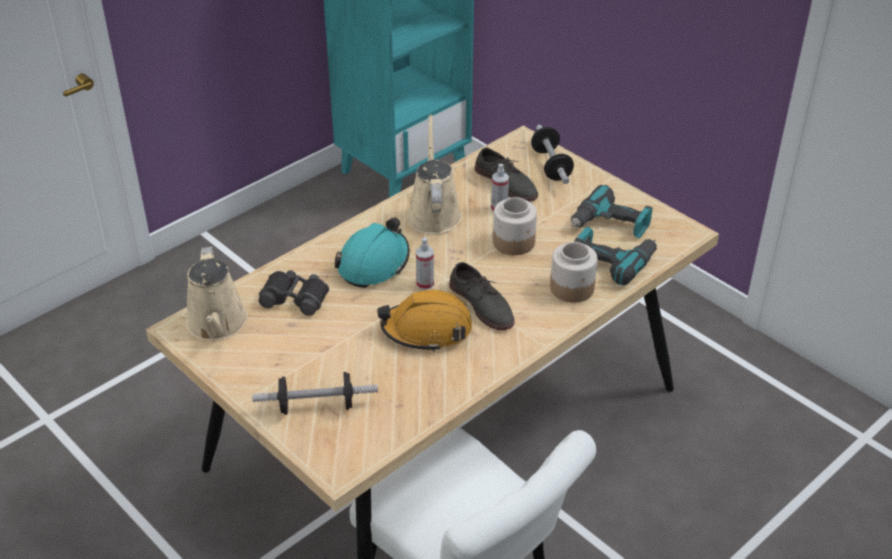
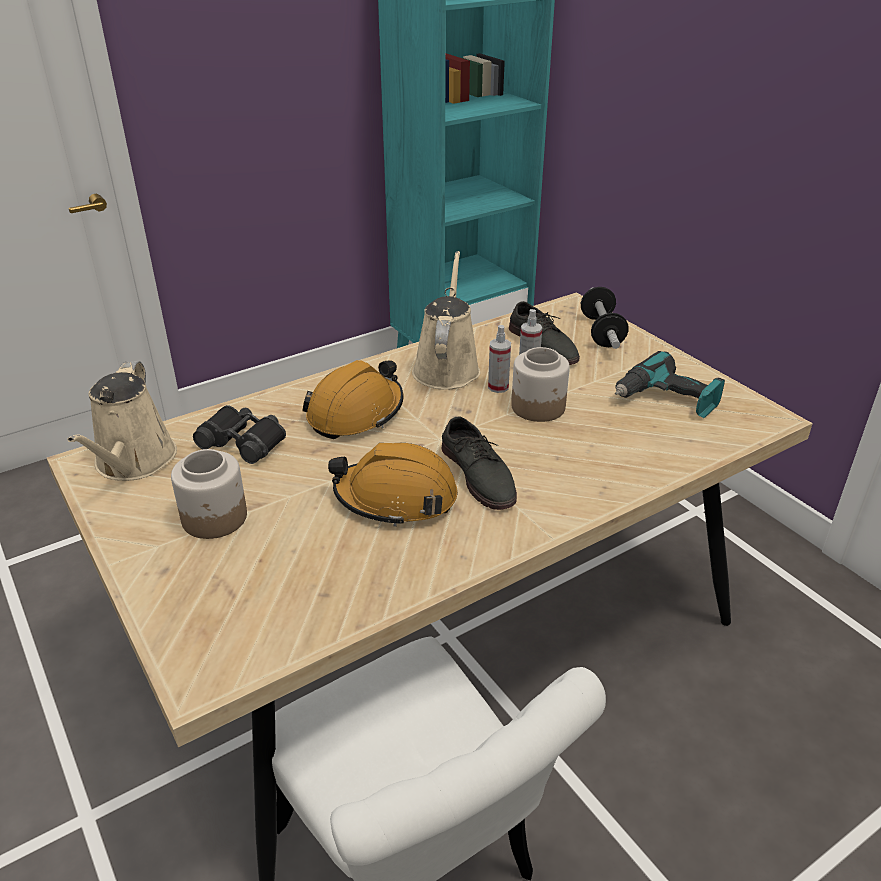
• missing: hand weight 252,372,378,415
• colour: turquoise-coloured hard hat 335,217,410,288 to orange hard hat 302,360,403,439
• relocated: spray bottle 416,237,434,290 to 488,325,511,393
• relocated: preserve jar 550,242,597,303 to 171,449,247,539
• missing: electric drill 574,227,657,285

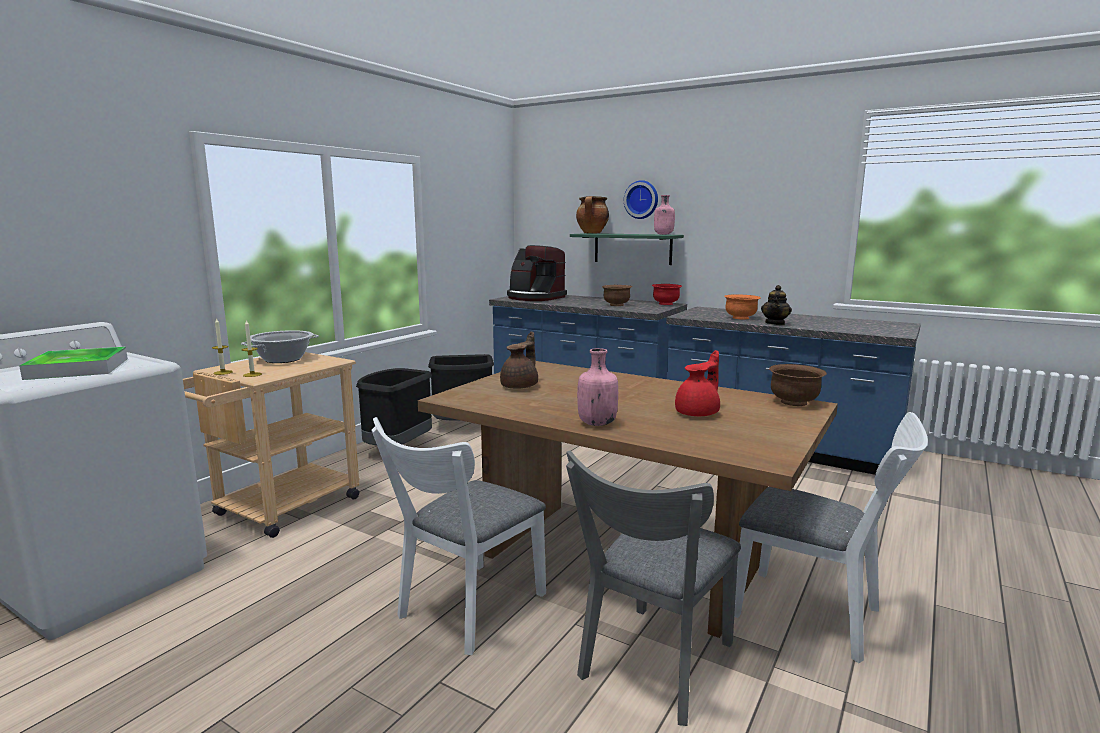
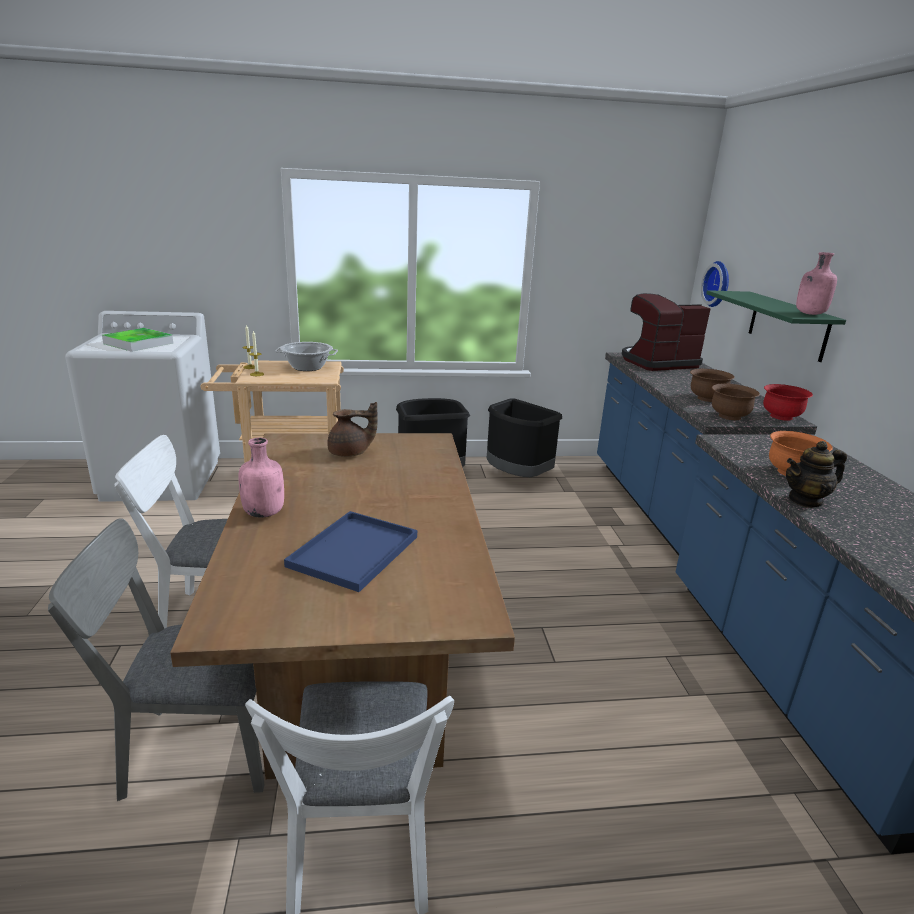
• spun: coffee machine 507,245,567,301 = 622,293,711,371 75 degrees clockwise
• missing: cooking pot 576,196,609,234
• relocated: wall clock 624,180,658,219 to 701,261,729,307
• exchanged: reddish teapot 675,350,720,416 to blue serving tray 284,511,417,592
• relocated: brown-coloured serving bowl 769,364,827,406 to 712,383,760,420

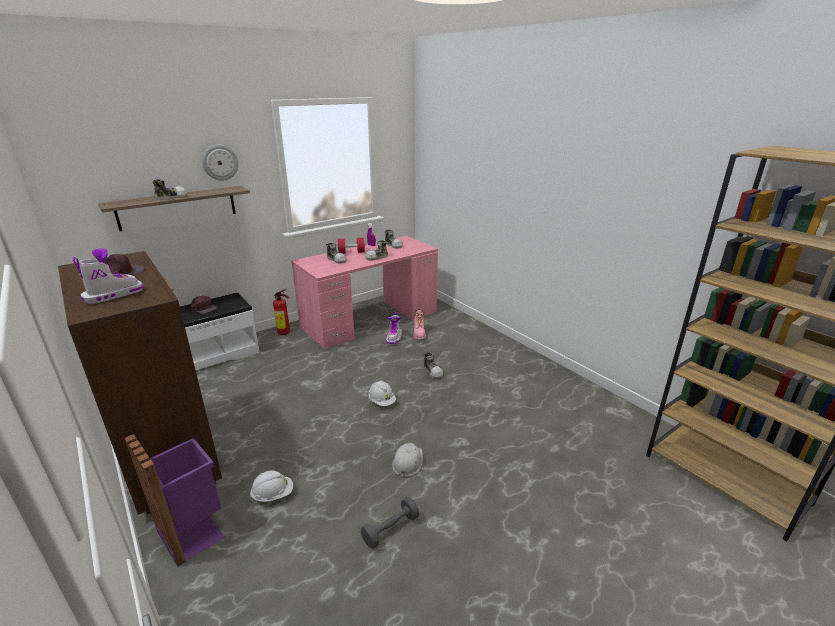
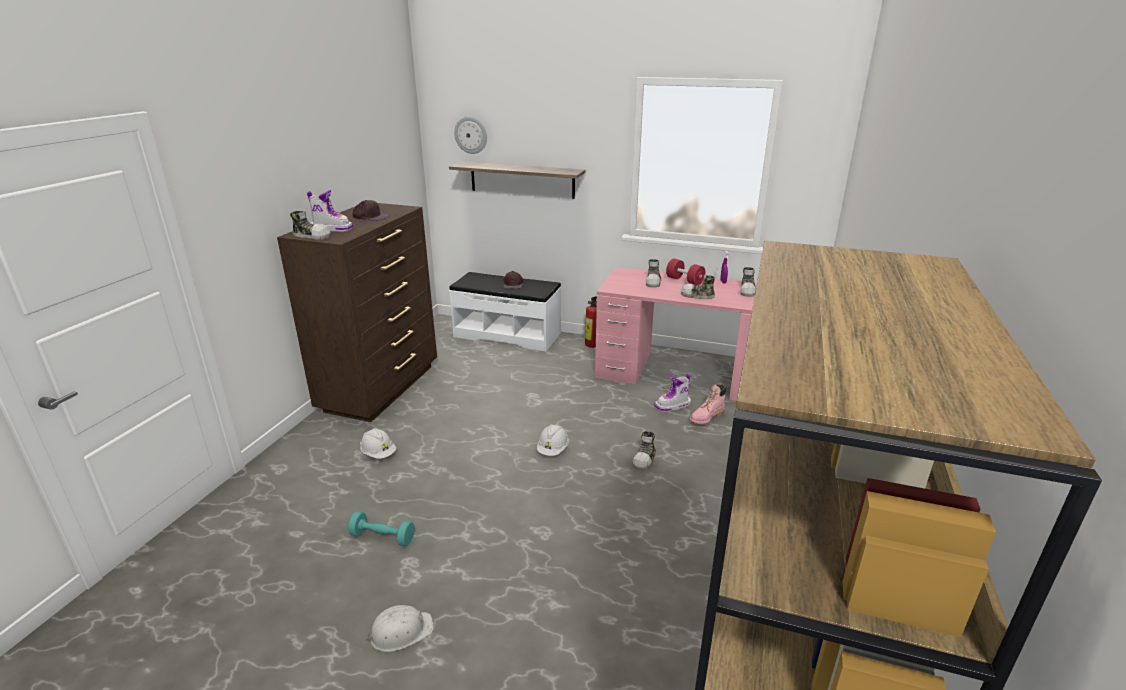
• missing: purplish trash can 125,434,225,567
• relocated: shoe 153,179,187,200 to 290,211,330,240
• relocated: wall clock 202,145,239,181 to 454,116,487,154
• colour: greyish hand weight 361,497,419,549 to turquoise-coloured hand weight 348,511,415,546
• relocated: whitish hard hat 392,442,423,478 to 365,605,434,652

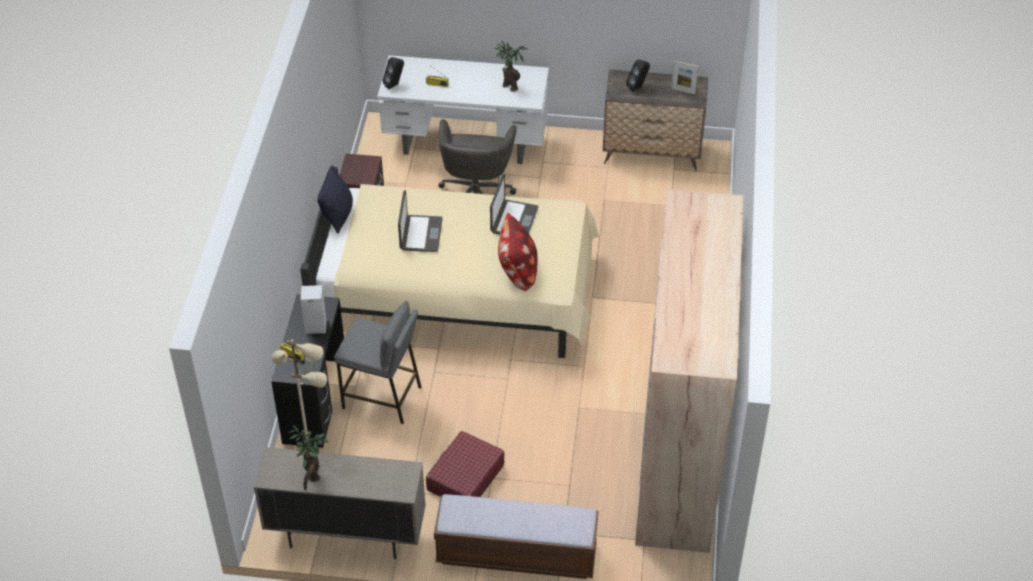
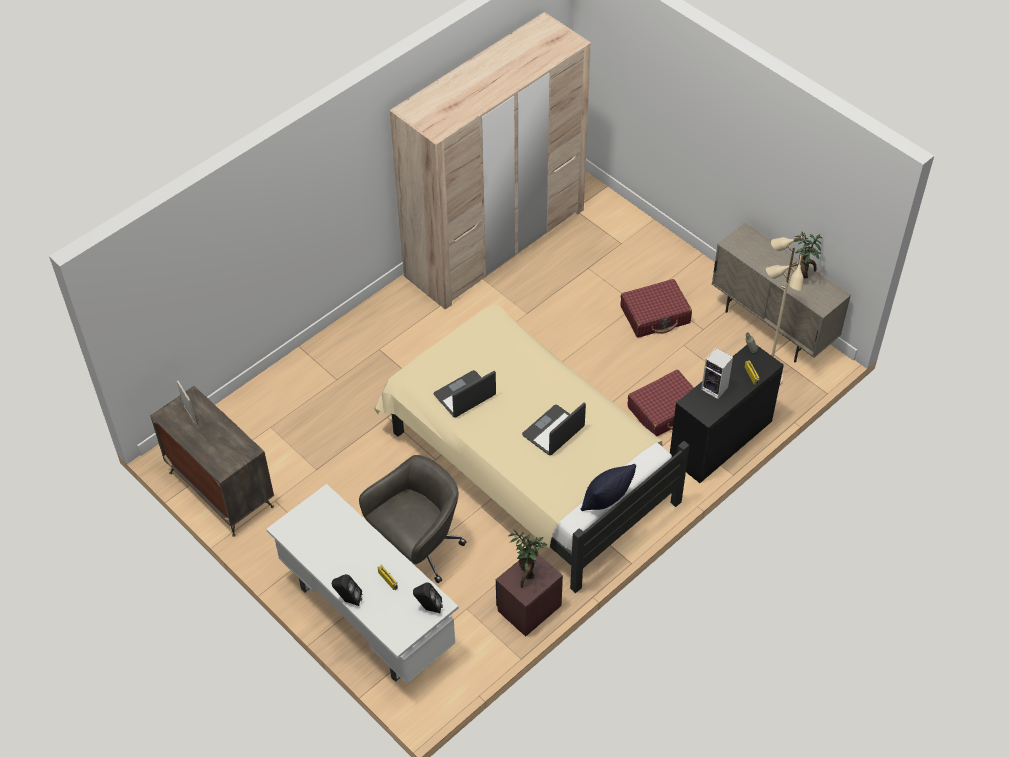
• exchanged: greyish sitting stool 334,301,421,424 to reddish piece of luggage 628,370,694,436
• missing: long seat 434,494,599,579
• relocated: houseplant 494,40,527,92 to 508,529,547,588
• missing: pillow 498,213,538,292
• relocated: black-coloured speaker 626,59,650,92 to 332,574,362,606

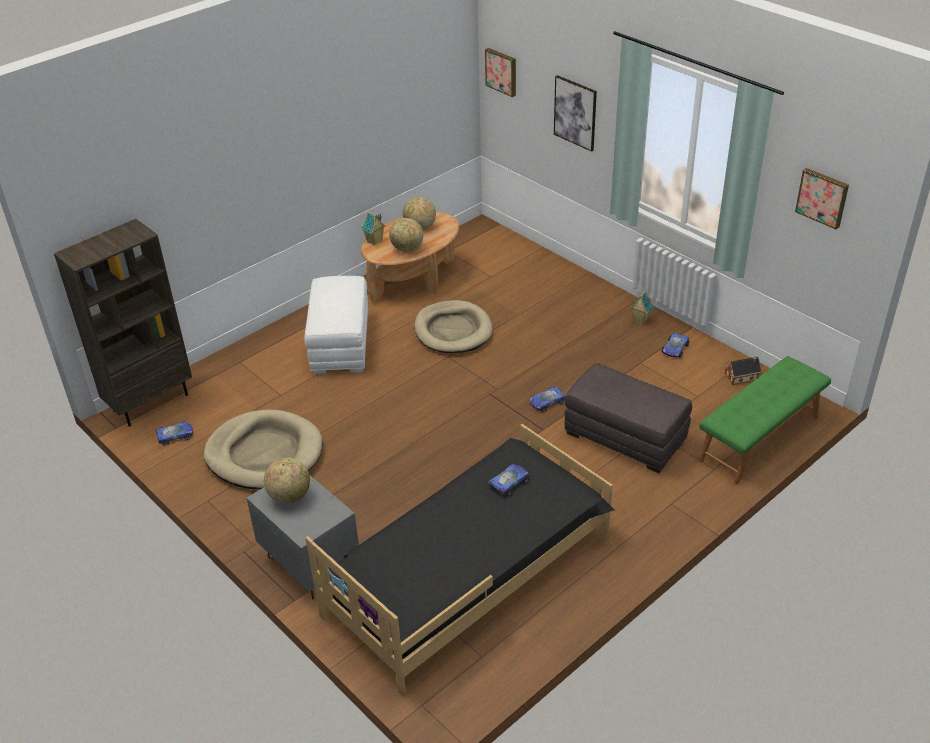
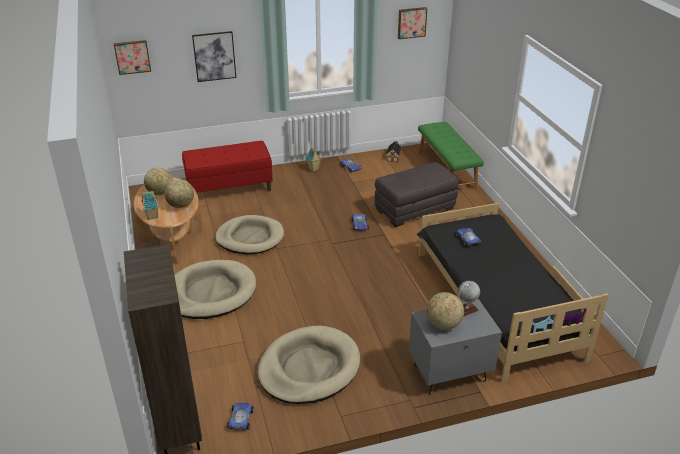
• exchanged: whitish pouffe 304,276,368,374 to beige-coloured dog bed 174,260,256,319
• appeared: reddish long seat 182,141,273,193
• appeared: desk globe 458,280,480,317

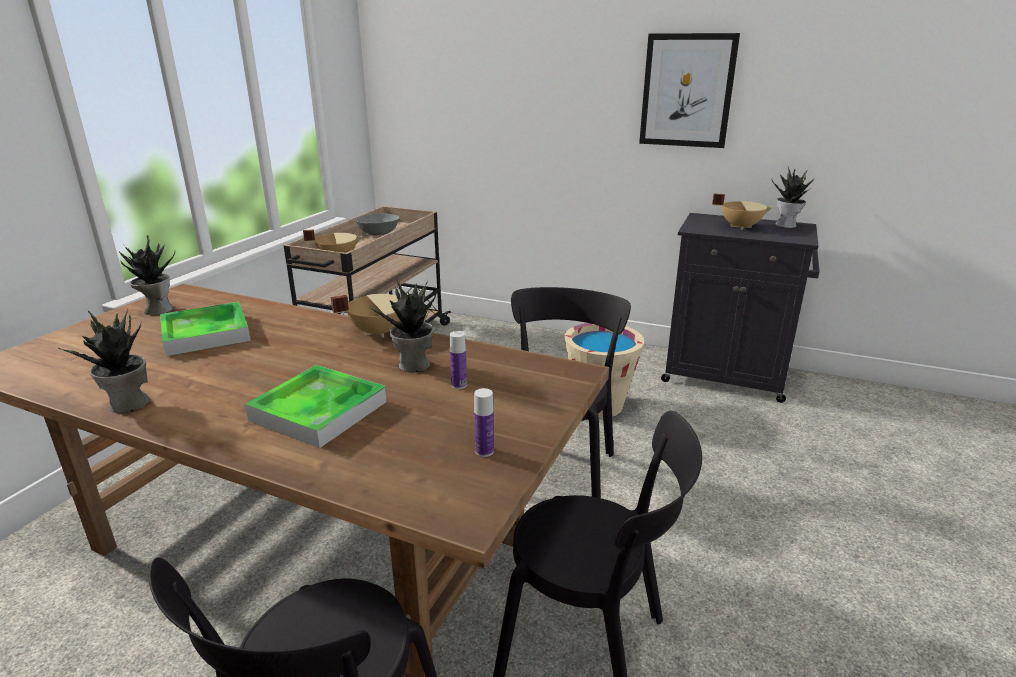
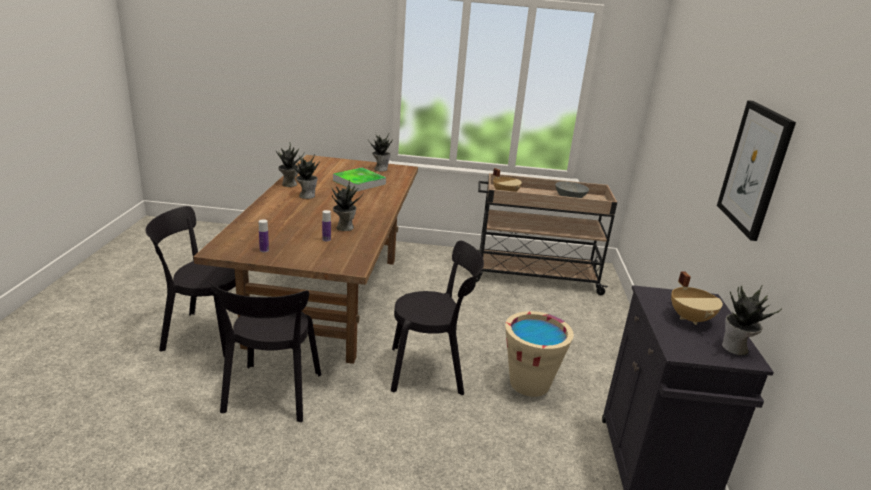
• missing: serving tray 245,365,387,448
• missing: beige-coloured cooking pot 331,294,401,337
• appeared: houseplant 289,154,320,199

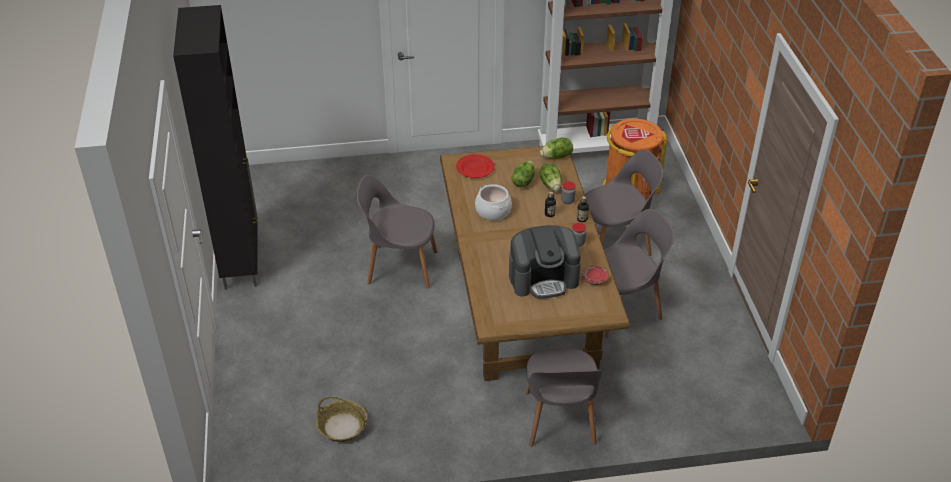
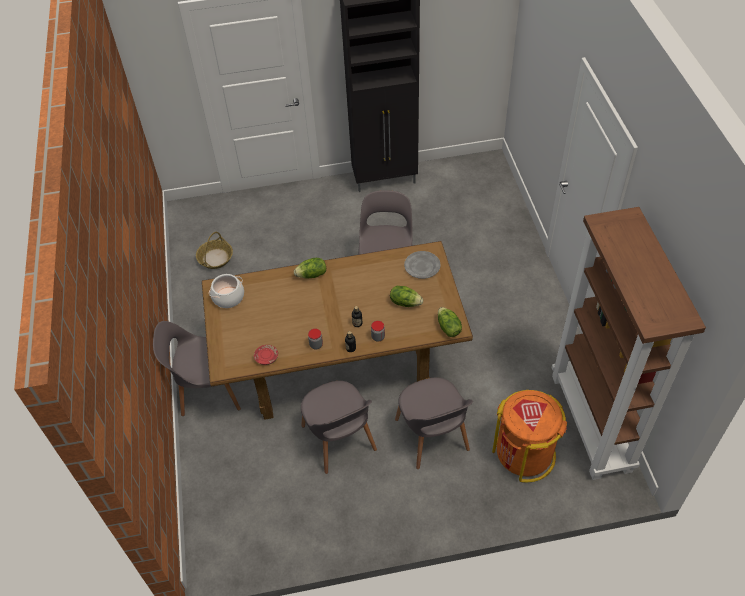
• colour: reddish flat dish 456,154,494,178 to greyish flat dish 404,251,441,279
• relocated: cooking pot 475,184,512,221 to 209,274,244,308
• missing: coffee machine 509,225,581,299
• relocated: head of lettuce 540,163,562,191 to 294,258,326,278

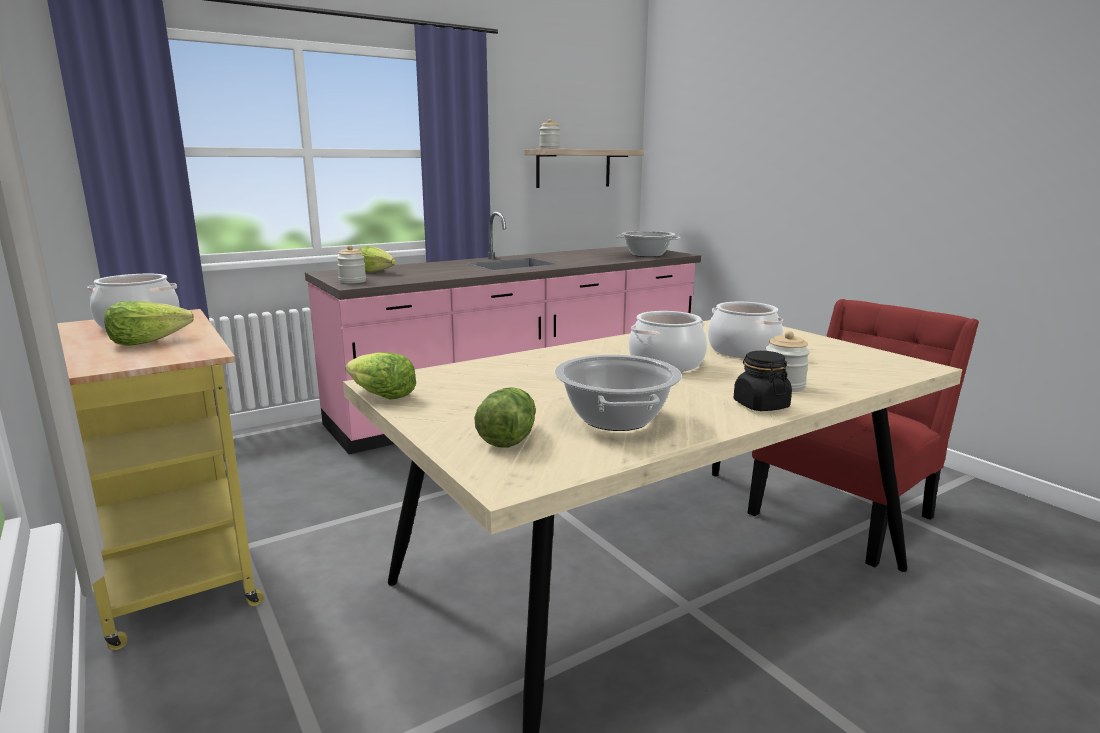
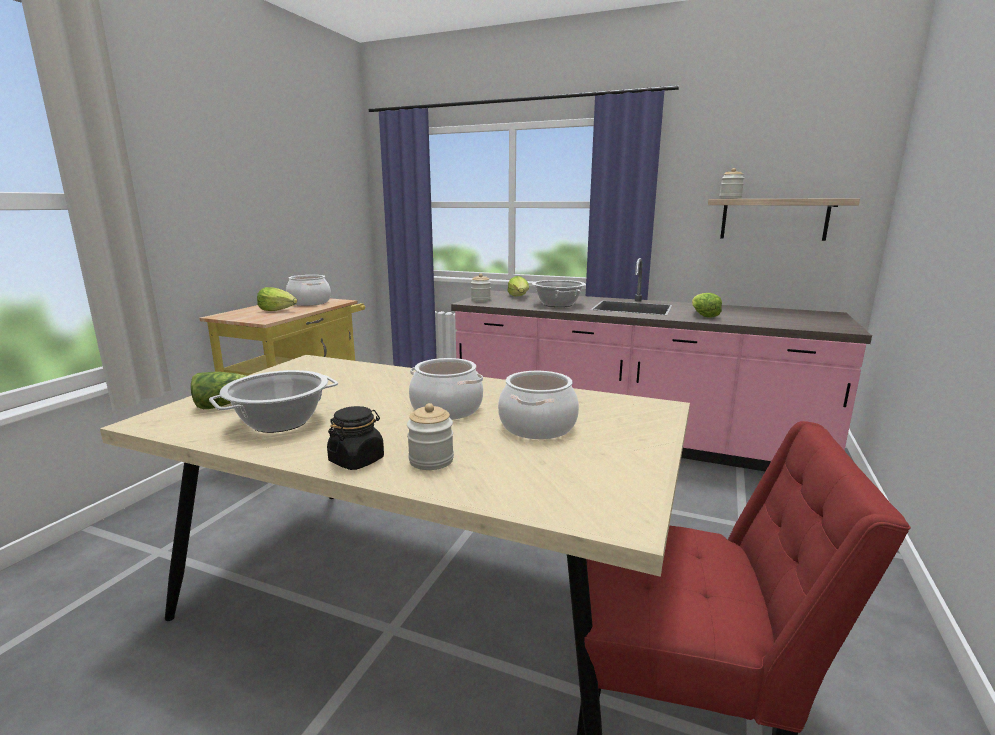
• relocated: head of lettuce 345,352,416,399 to 692,293,722,318
• relocated: cooking pot 616,231,681,257 to 532,280,586,307

